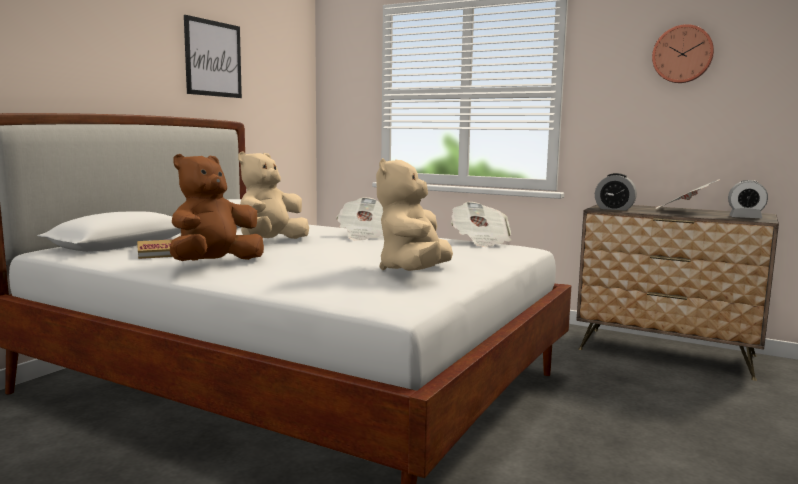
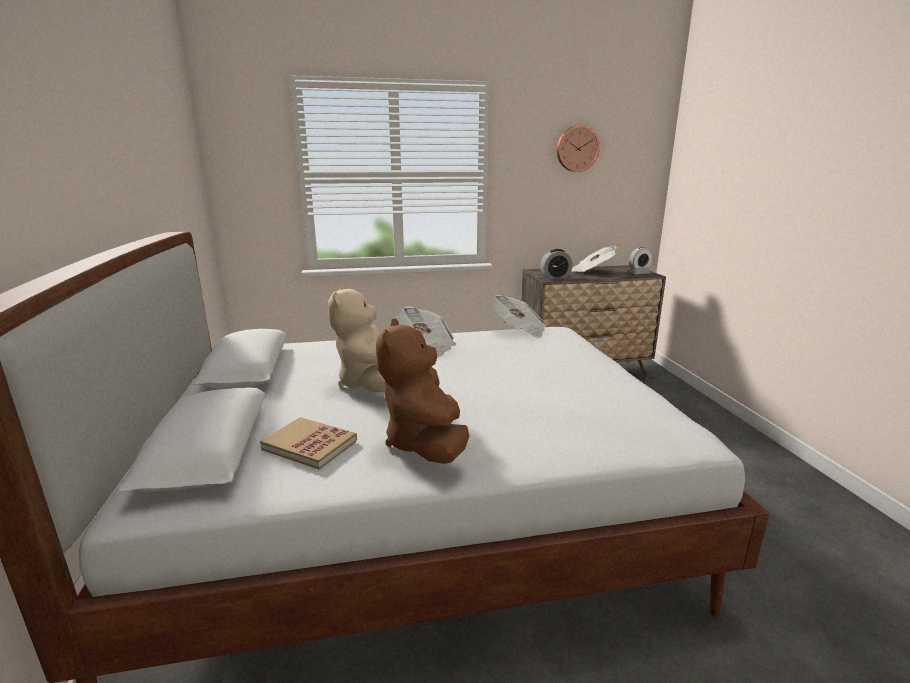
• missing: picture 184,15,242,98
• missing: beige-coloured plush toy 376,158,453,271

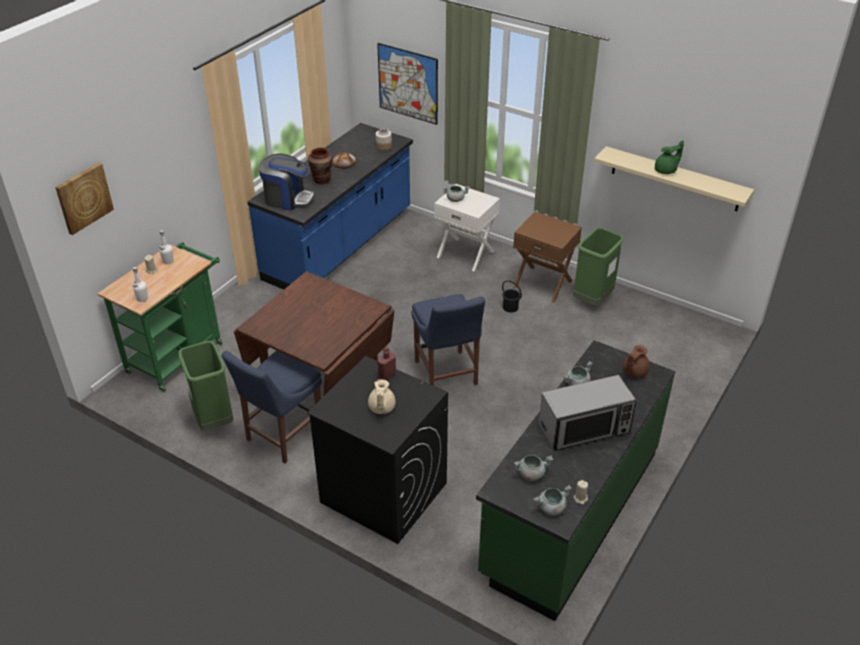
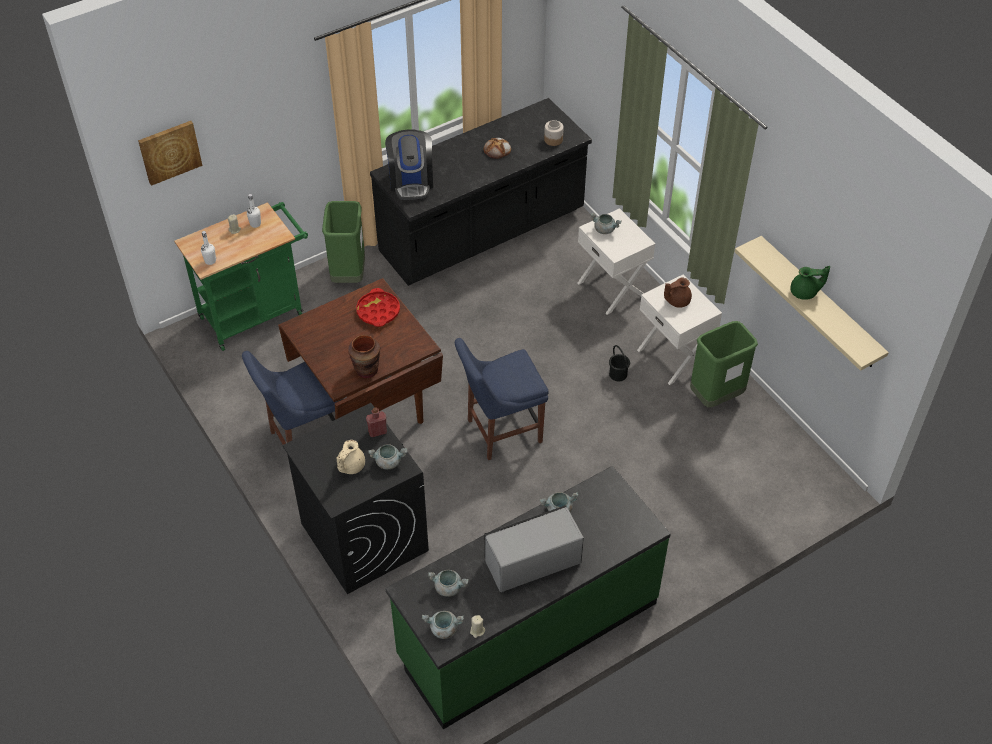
• relocated: greenish trash can 178,341,233,431 to 322,201,365,283
• colour: blue kitchen counter 248,123,413,290 to black-coloured kitchen counter 370,98,592,286
• spun: coffee machine 259,154,315,211 = 385,130,433,200 45 degrees clockwise
• relocated: brown-coloured flower vase 308,148,332,184 to 348,335,380,378
• missing: picture 377,43,438,125
• spun: blue chair 411,294,485,386 = 455,338,549,460 60 degrees clockwise
• colour: brown-coloured bedside table 513,212,582,303 to whitish bedside table 637,275,722,385
• spun: microwave oven 539,375,637,451 = 485,505,584,592 150 degrees clockwise
• relocated: brown-coloured teapot 623,345,649,378 to 664,278,692,308
• appeared: reddish serving tray 356,288,400,327
• appeared: greyish cooking pot 368,444,407,470

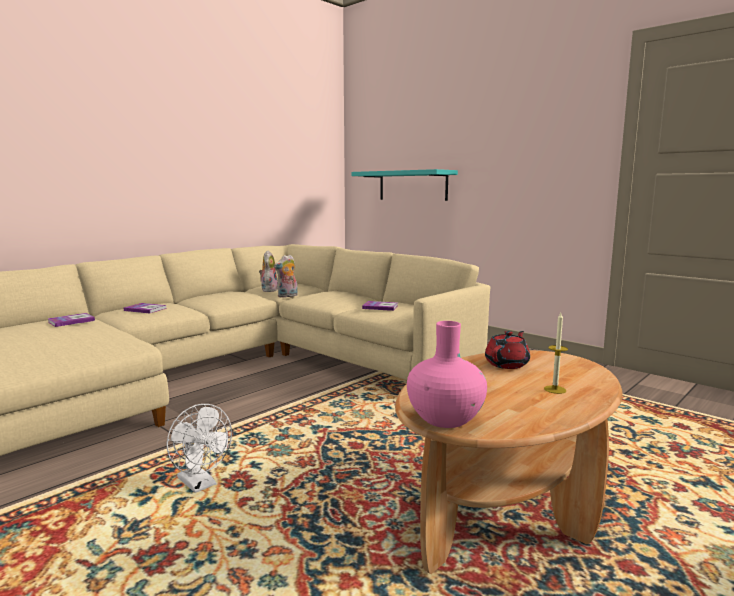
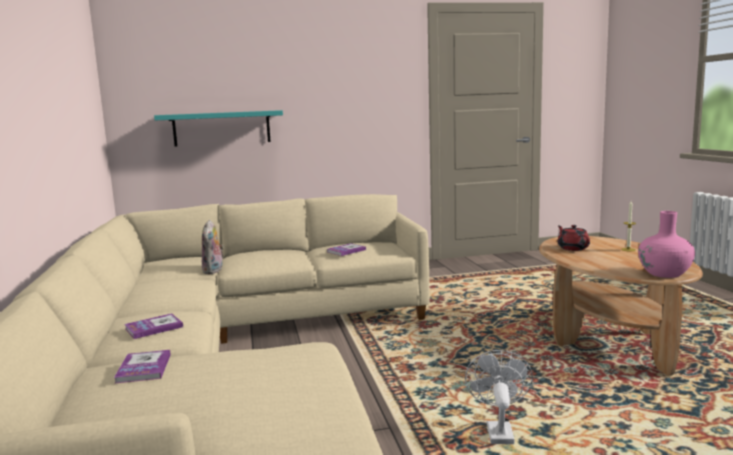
• spun: whitish electric fan 166,404,232,493 = 465,350,533,444 75 degrees counterclockwise
• missing: plush toy 259,250,277,292

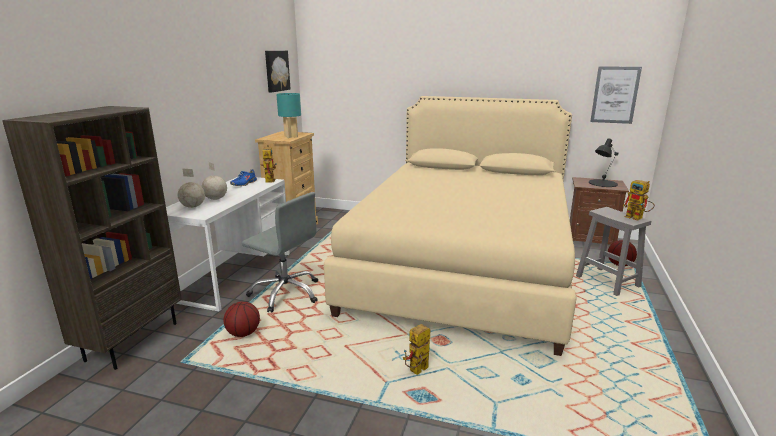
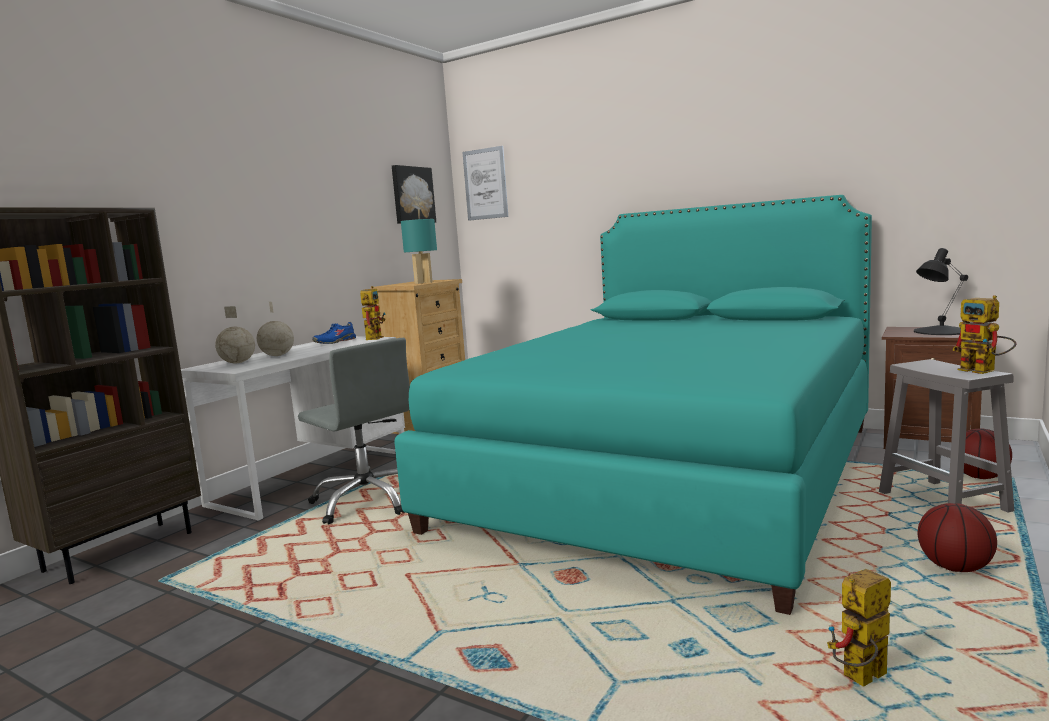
• relocated: ball for basketball 223,302,260,337 to 918,503,997,572
• colour: beige-coloured bedroom bed 324,96,577,356 to turquoise-coloured bedroom bed 394,195,872,615
• relocated: toy robot 403,324,430,375 to 827,569,891,687
• relocated: picture 590,66,642,124 to 462,146,508,221

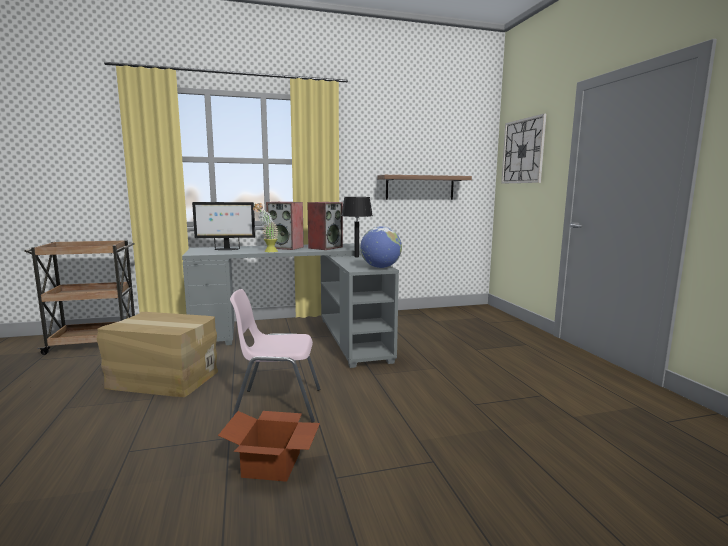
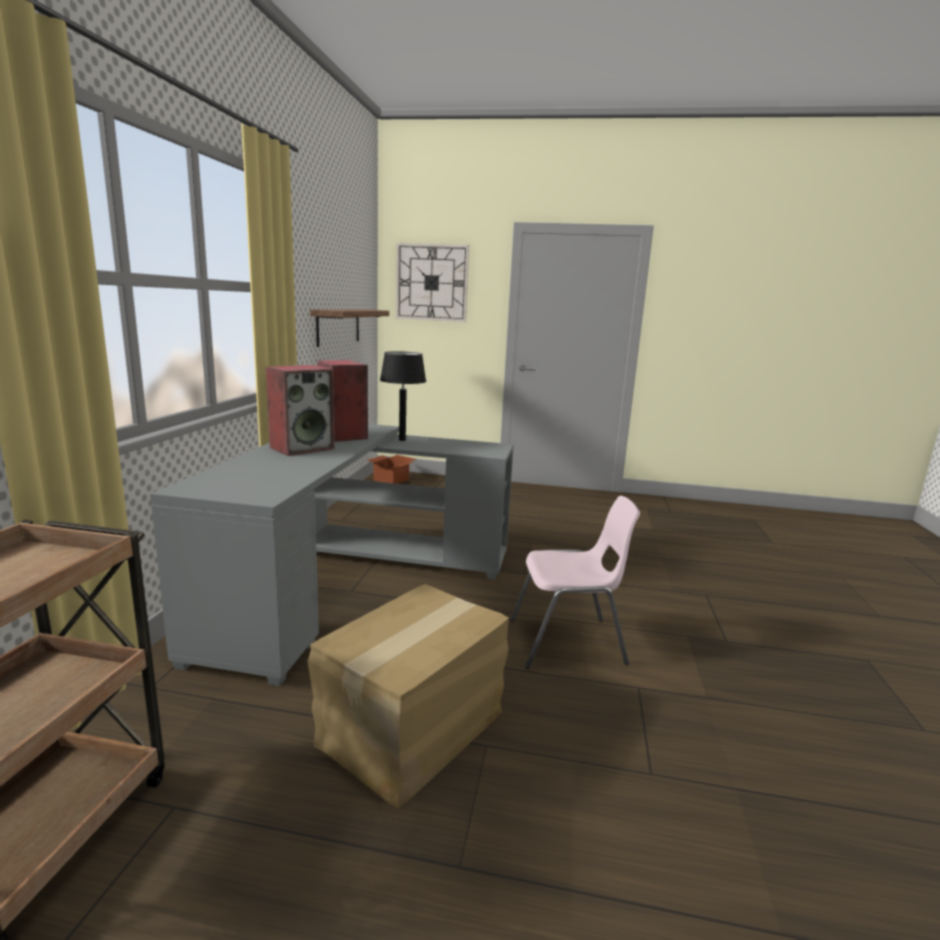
• missing: monitor 192,202,255,250
• relocated: packing box 218,411,320,482 to 367,455,416,484
• spun: pink-coloured chair 230,289,320,423 = 510,496,640,669 120 degrees counterclockwise
• missing: houseplant 253,203,278,252
• missing: desk globe 360,226,402,268

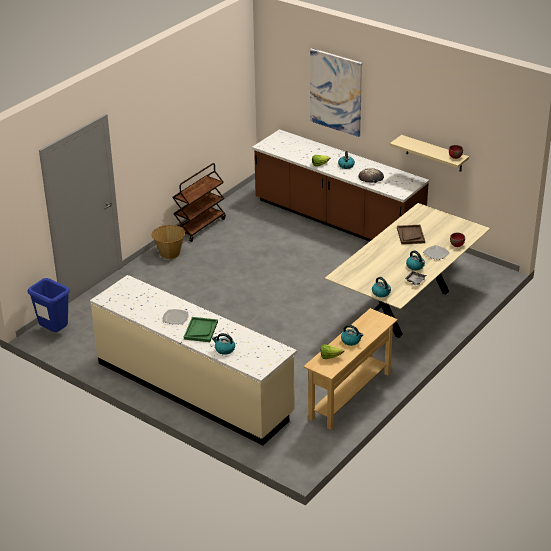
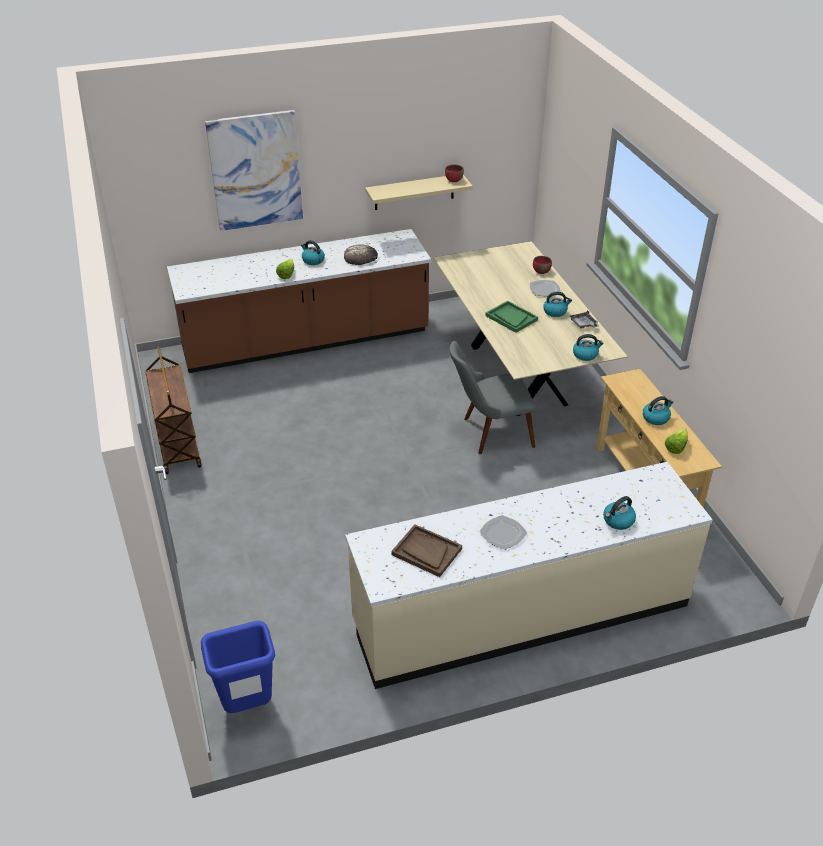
• missing: household basket 152,225,185,259
• relocated: greenish serving tray 184,317,218,342 to 485,301,538,333
• relocated: brown-coloured serving tray 397,225,425,244 to 391,524,462,577
• appeared: greyish chair 449,341,535,454

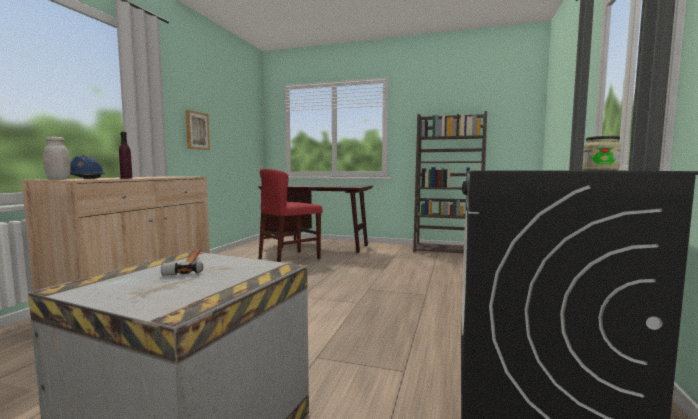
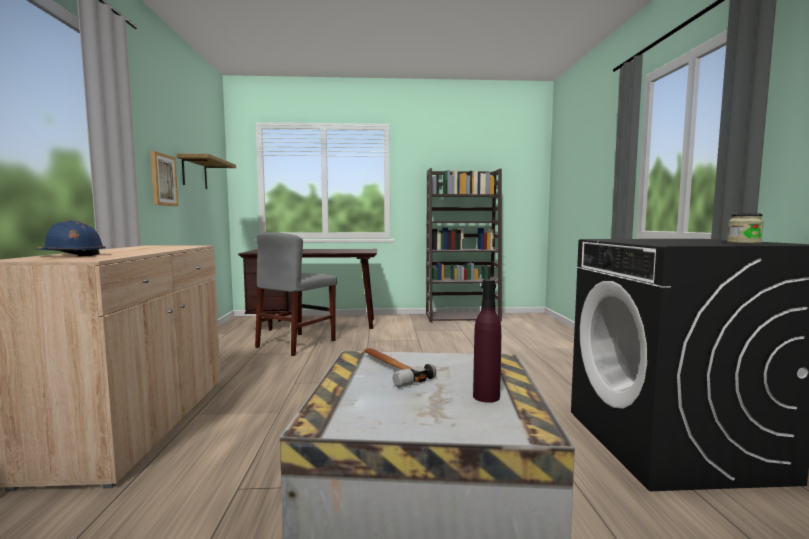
• missing: whitish preserve jar 43,137,71,180
• relocated: purplish bottle 119,132,132,179 to 473,279,501,403
• colour: reddish chair 259,169,323,262 to greyish chair 255,232,337,356
• appeared: shelf 176,154,236,189

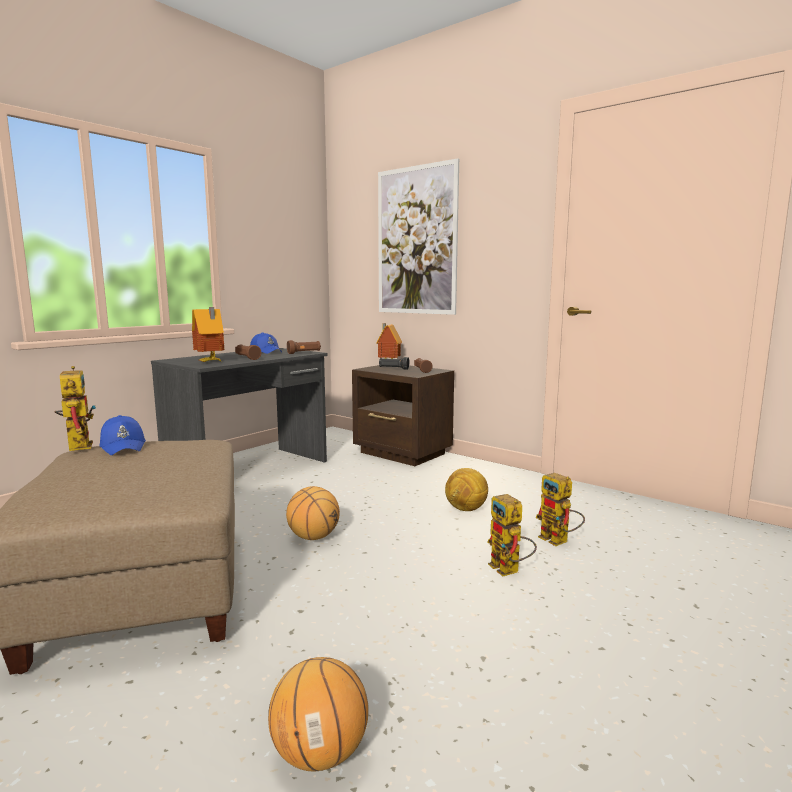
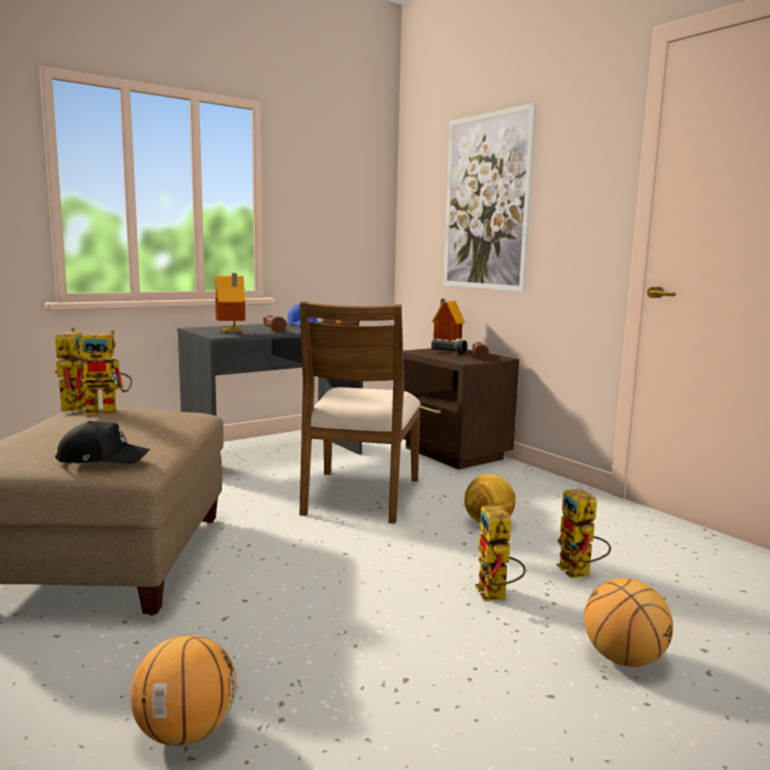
• exchanged: blue peaked cap 99,415,146,455 to toy robot 73,330,132,415
• relocated: ball for basketball 286,486,340,540 to 584,578,673,667
• appeared: black-coloured peaked cap 55,421,150,464
• appeared: brown-coloured chair 299,301,421,524

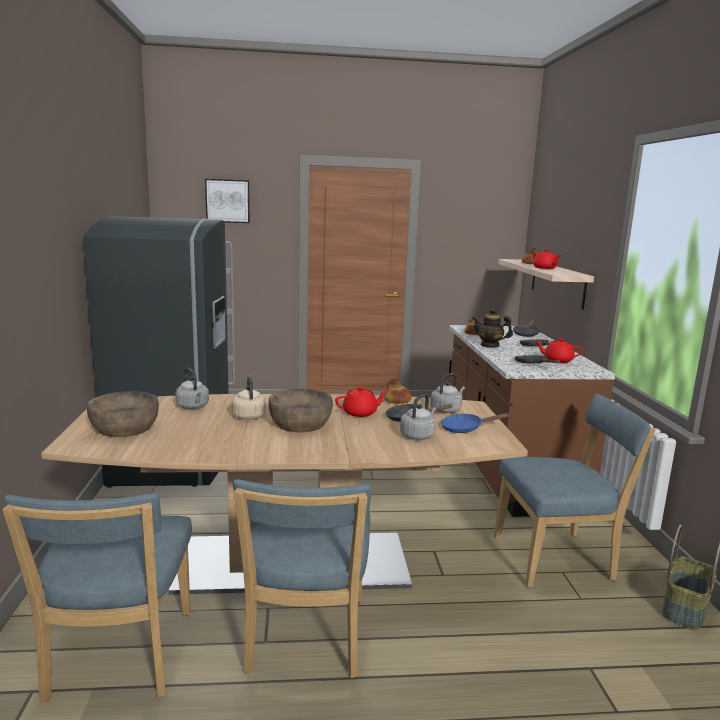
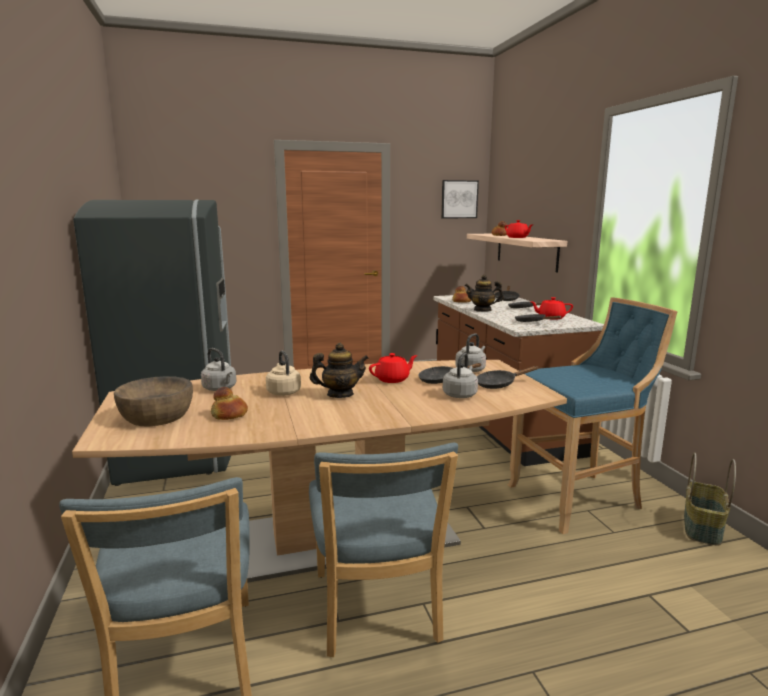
• relocated: picture 205,179,250,223 to 441,180,479,218
• exchanged: brown-coloured serving bowl 269,389,333,433 to teapot 310,343,369,398
• relocated: bread 384,378,412,404 to 211,387,248,420
• colour: blue skillet 441,413,509,433 to black-coloured skillet 477,366,538,389
• exchanged: blue chair 494,394,655,587 to blue sitting stool 508,297,678,534

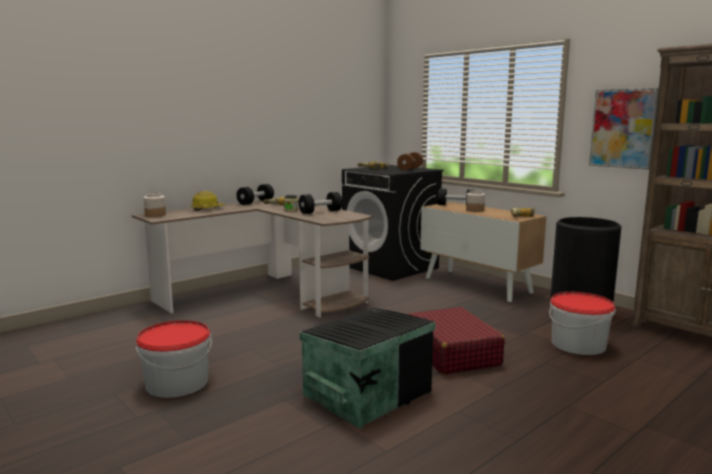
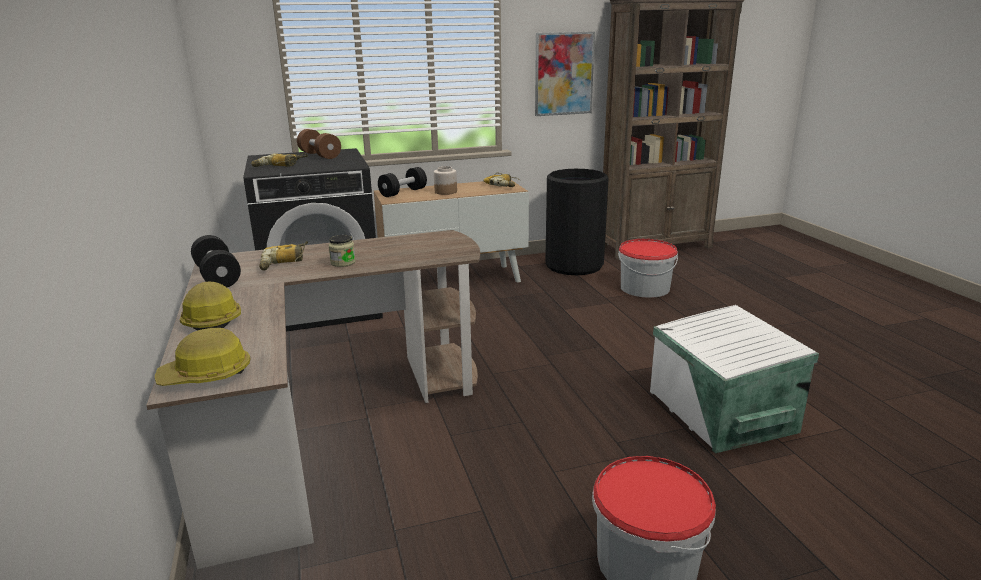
• exchanged: preserve jar 143,193,166,217 to hard hat 155,328,251,386
• missing: black-coloured hand weight 299,192,342,214
• colour: black-coloured storage box 300,308,436,429 to whitish storage box 650,305,819,453
• missing: reddish piece of luggage 408,307,505,375

